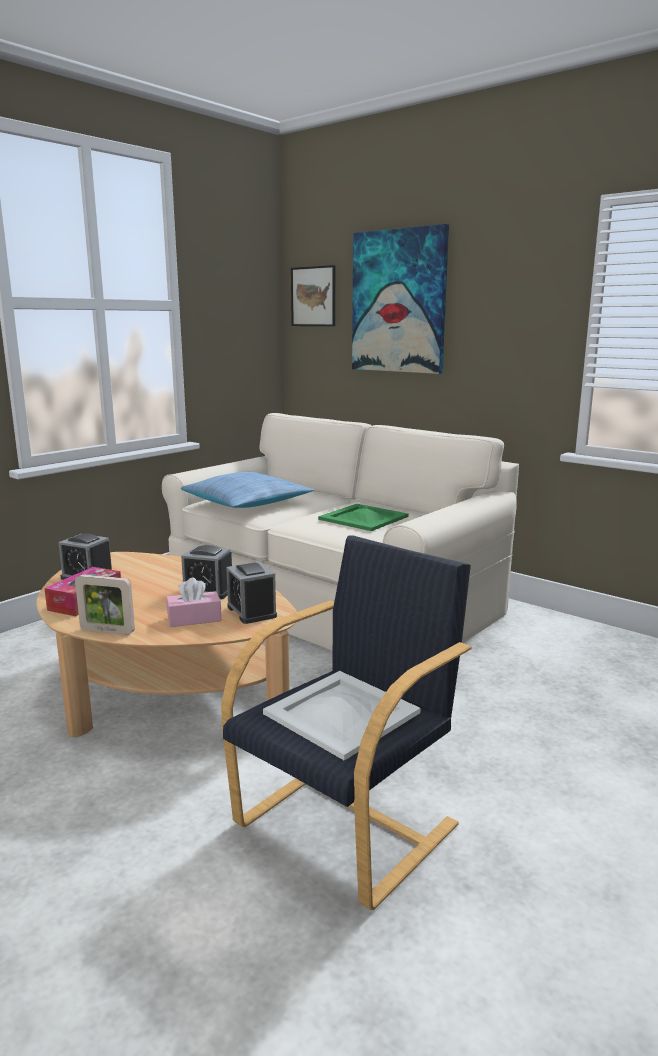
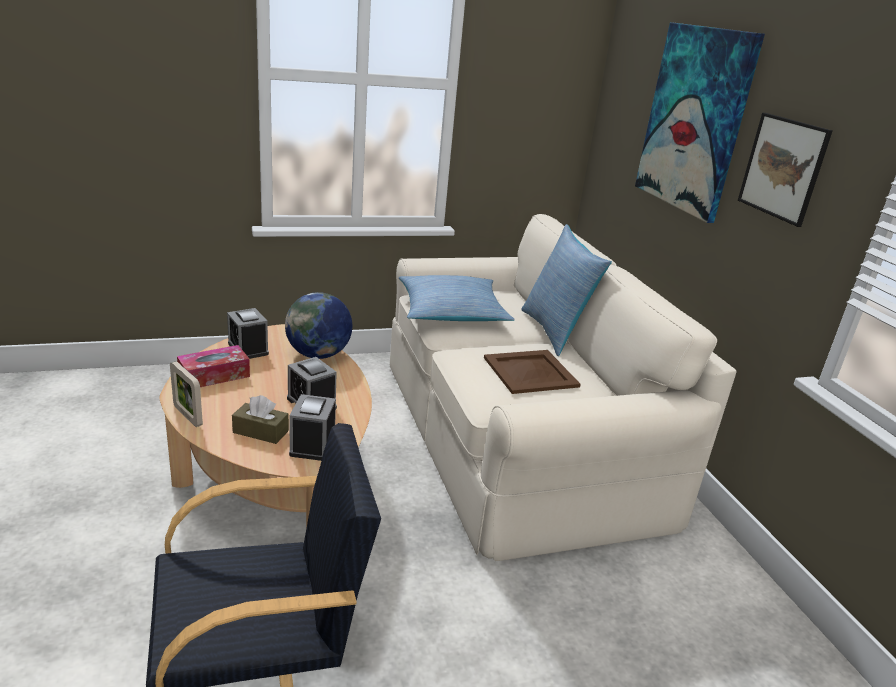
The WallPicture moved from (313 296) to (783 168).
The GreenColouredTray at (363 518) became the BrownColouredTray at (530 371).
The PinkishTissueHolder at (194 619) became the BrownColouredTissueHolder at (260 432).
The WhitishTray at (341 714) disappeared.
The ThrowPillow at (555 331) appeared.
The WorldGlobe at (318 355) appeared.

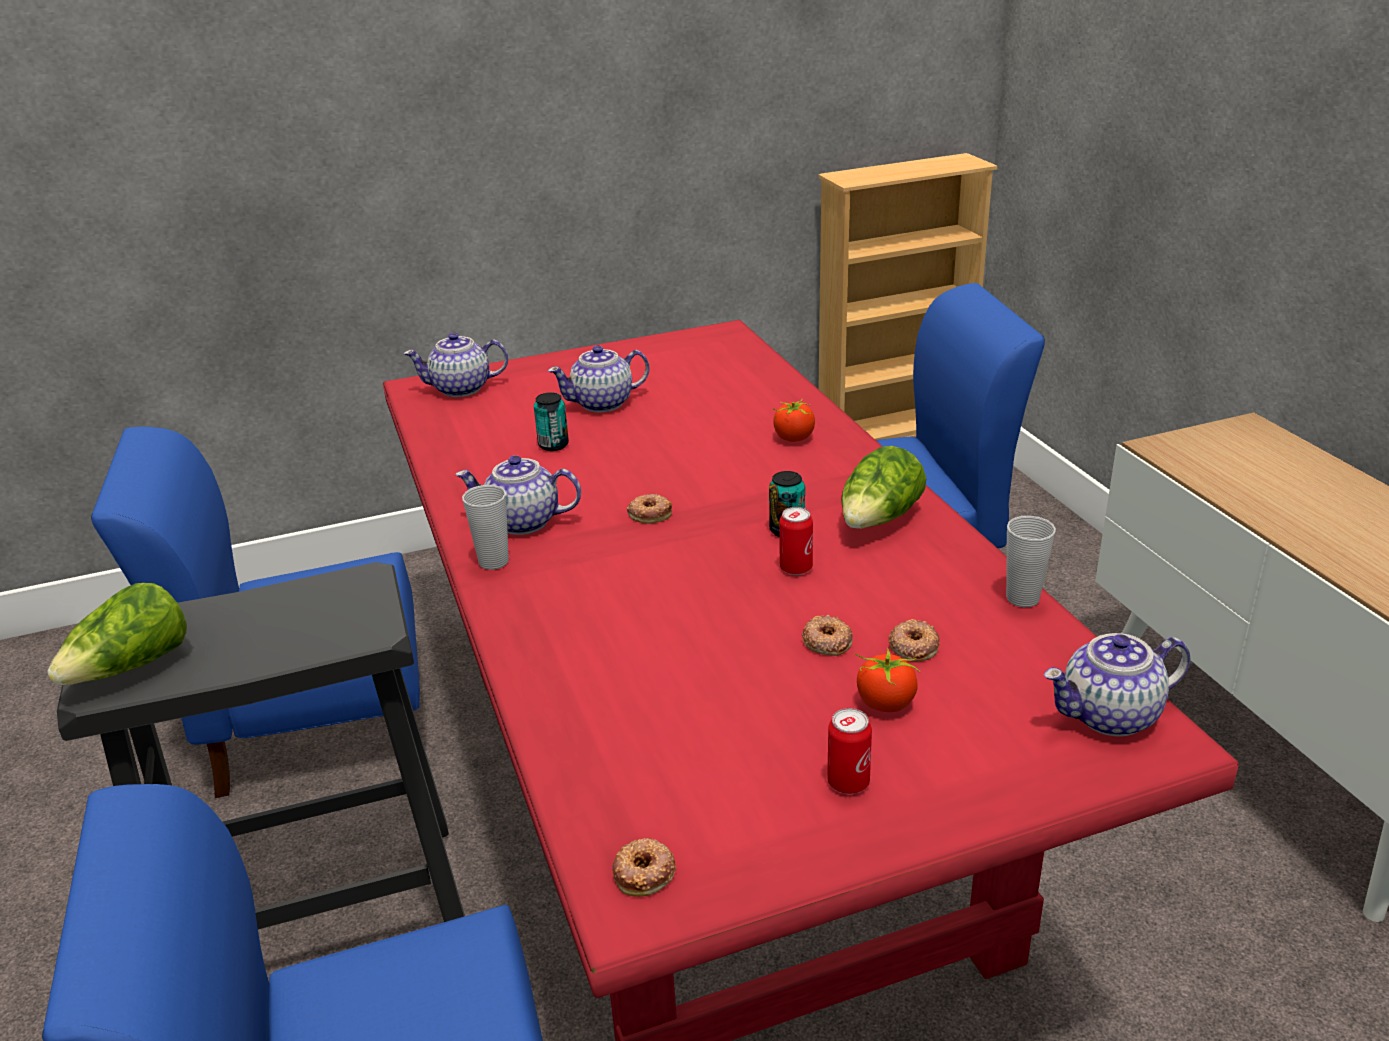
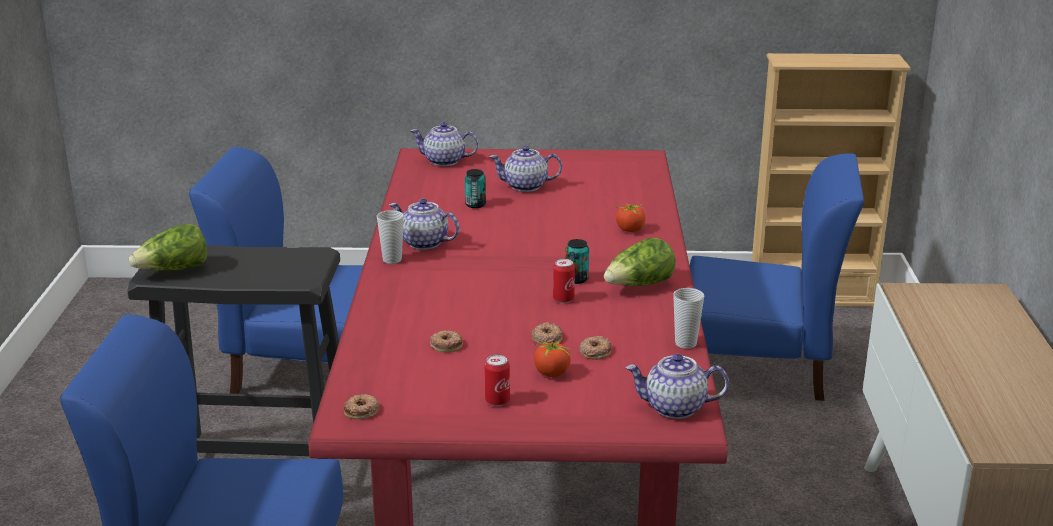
The Donut moved from (650 513) to (446 344).

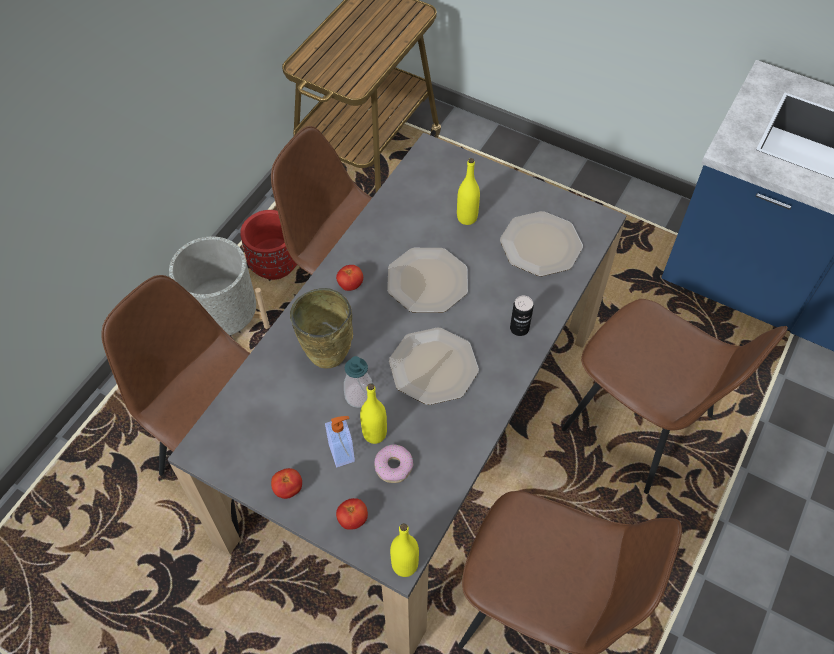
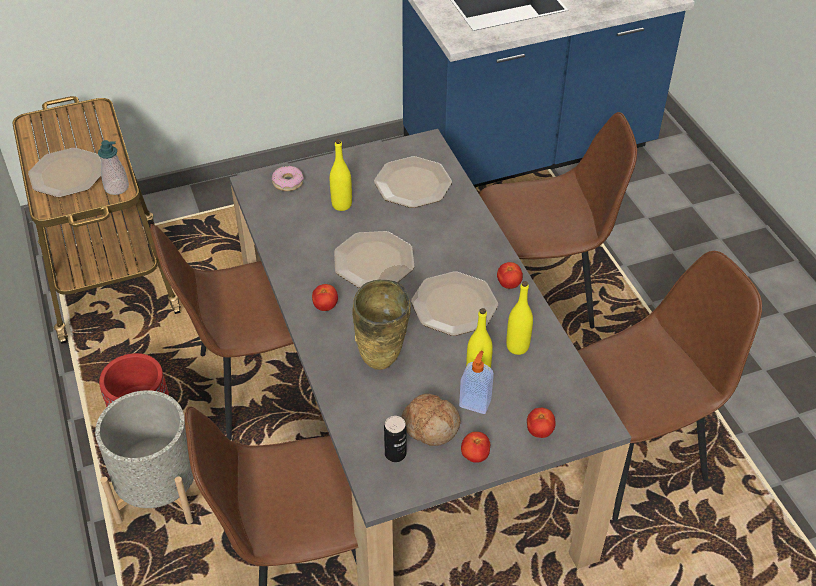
The MetalCan moved from (519 328) to (395 454).
The SoapBottle moved from (359 395) to (116 187).
The Donut moved from (393 466) to (288 182).
The YellowColouredBeverageBottle moved from (405 565) to (517 347).
The DinnerPlate at (67 174) appeared.
The WholeTomato at (509 284) appeared.
The BakedBread at (431 425) appeared.

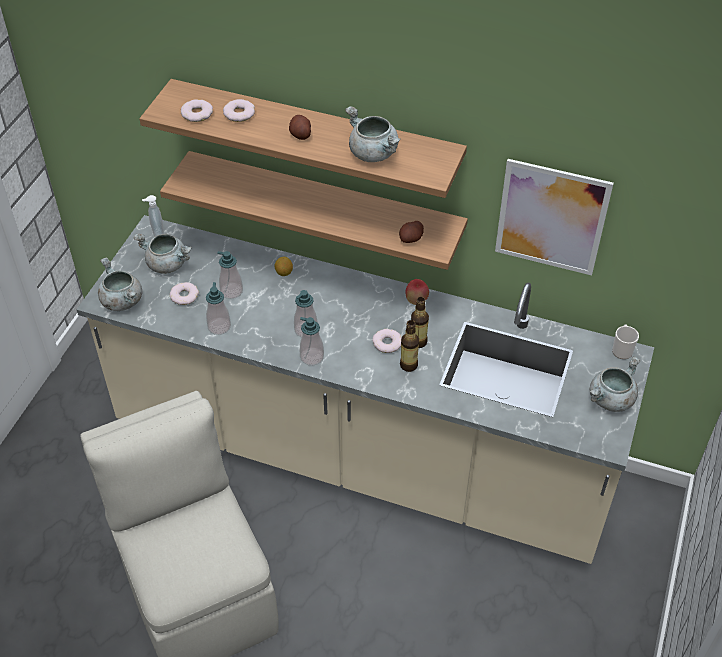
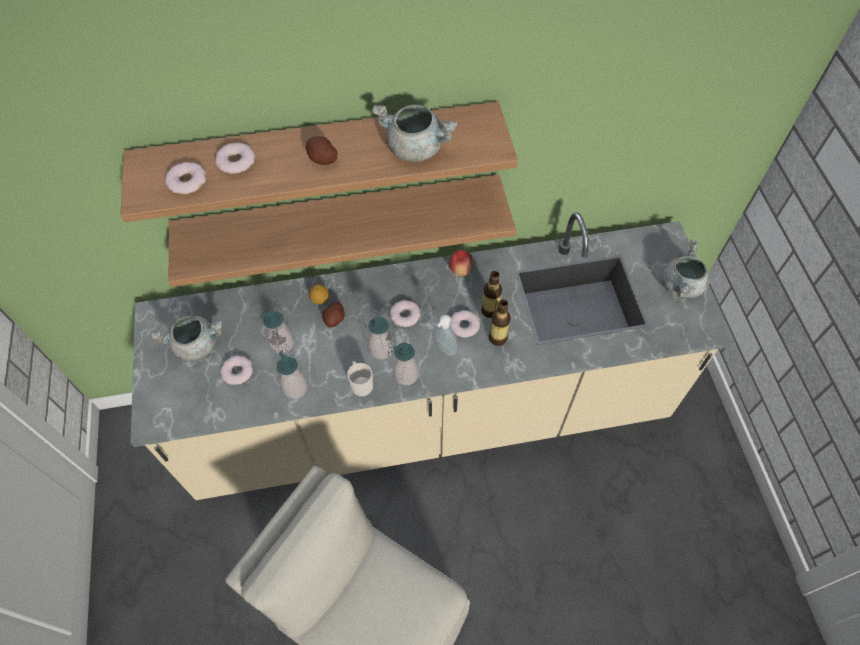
The WallPicture at (551 217) disappeared.
The SoapBottle moved from (157 234) to (443 349).
The Potato moved from (411 238) to (334 319).
The GreyCookingPot at (122 301) disappeared.
The CoffeeMug moved from (622 349) to (361 384).
The Donut at (405 315) appeared.

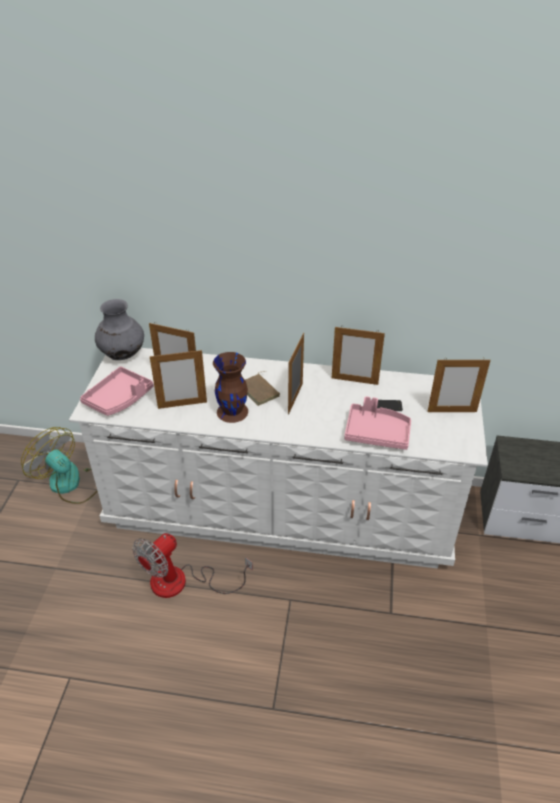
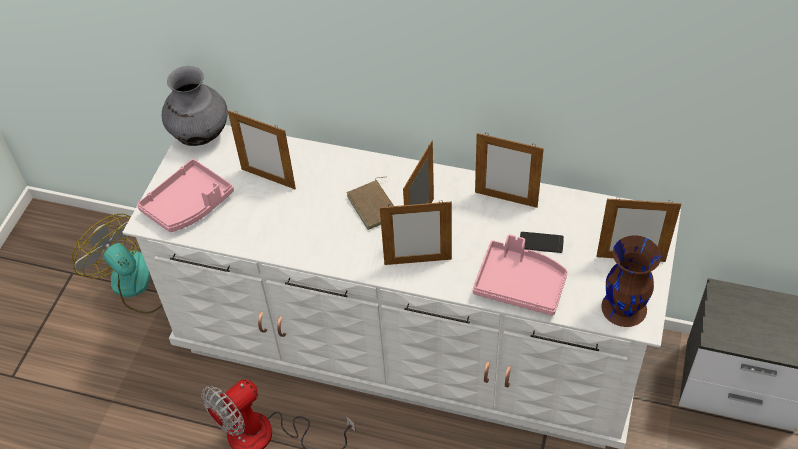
The StandingFrame moved from (182 405) to (418 261).
The BrownColouredVase moved from (232 411) to (624 307).

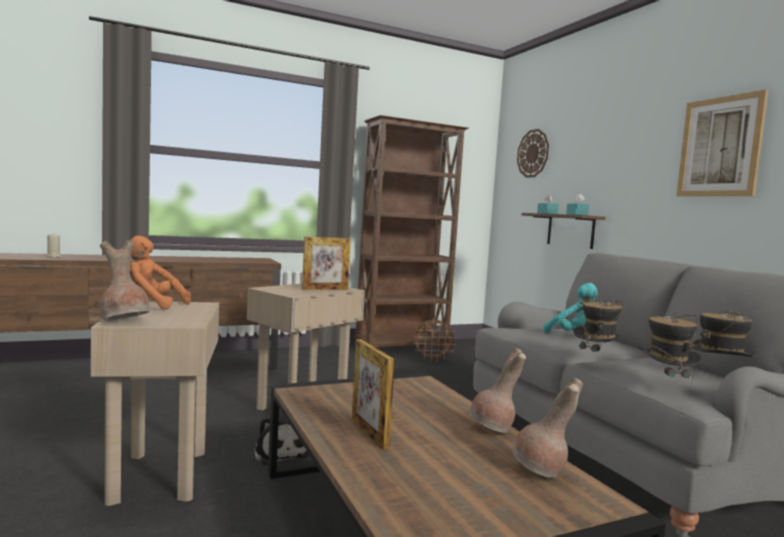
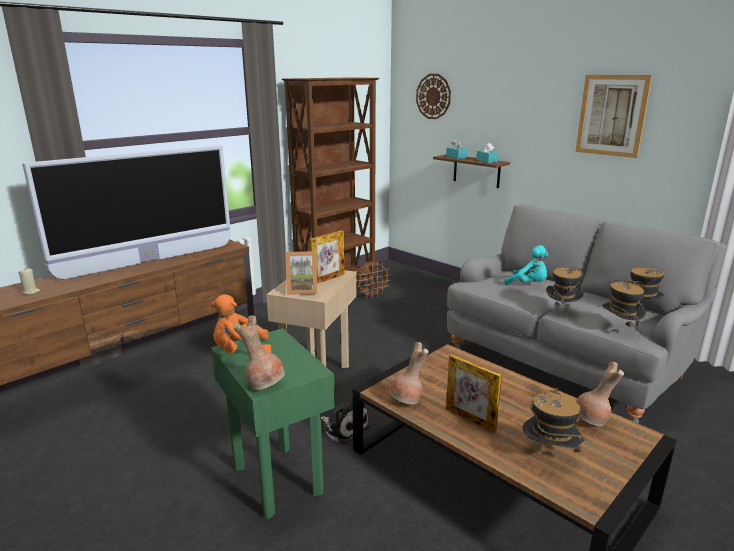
The SandColouredEndTable at (161 476) became the GreenColouredEndTable at (278 479).
The BrownColouredVase moved from (492 430) to (407 400).
The Television at (149 261) appeared.
The StandingFrame at (302 290) appeared.
The Hat at (549 455) appeared.

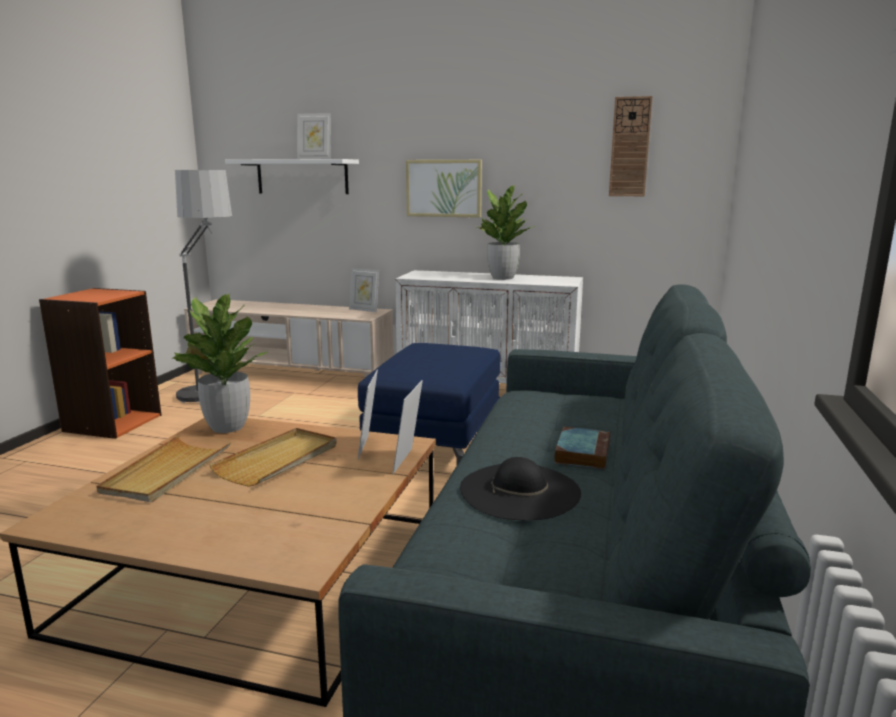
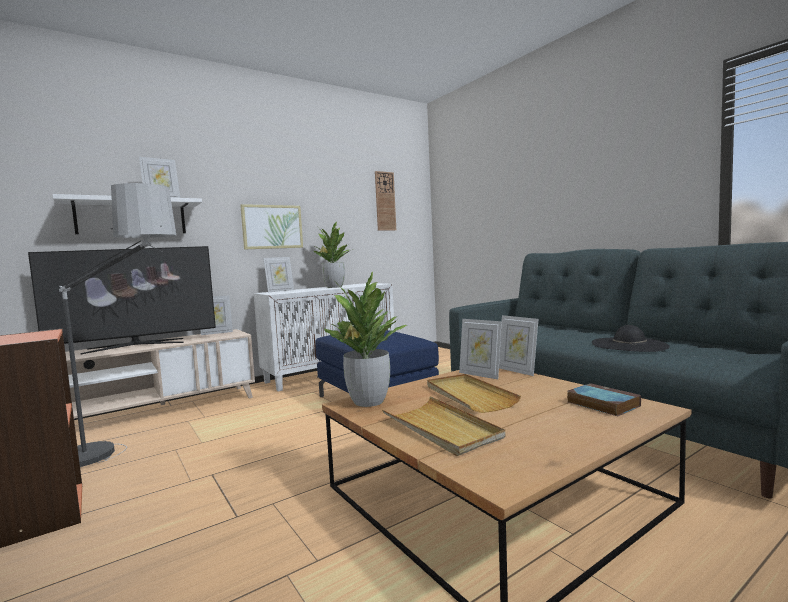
The Volume moved from (582 452) to (601 404).
The Television at (135 346) appeared.
The StandingFrame at (280 291) appeared.

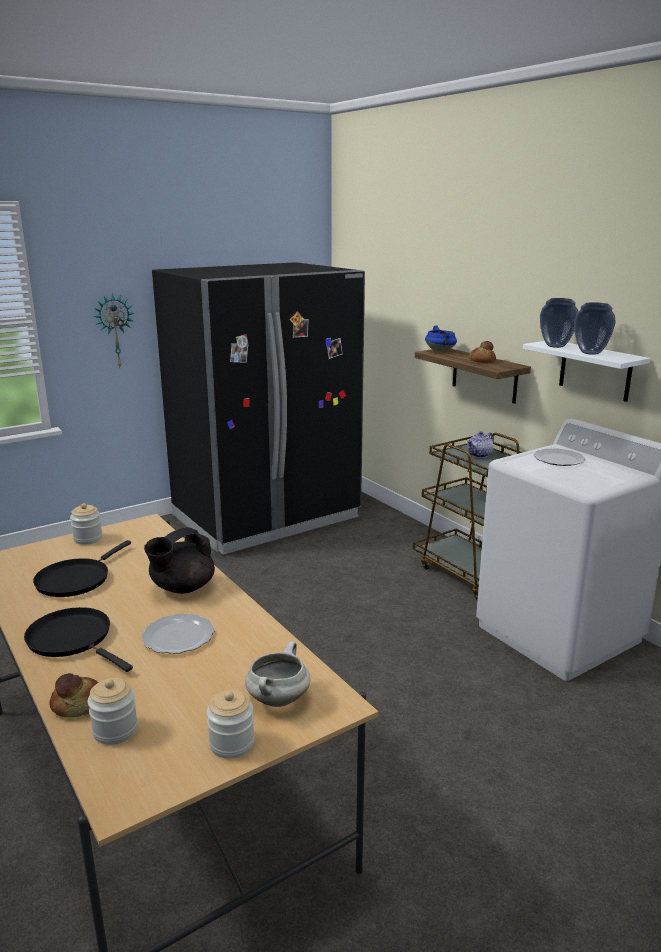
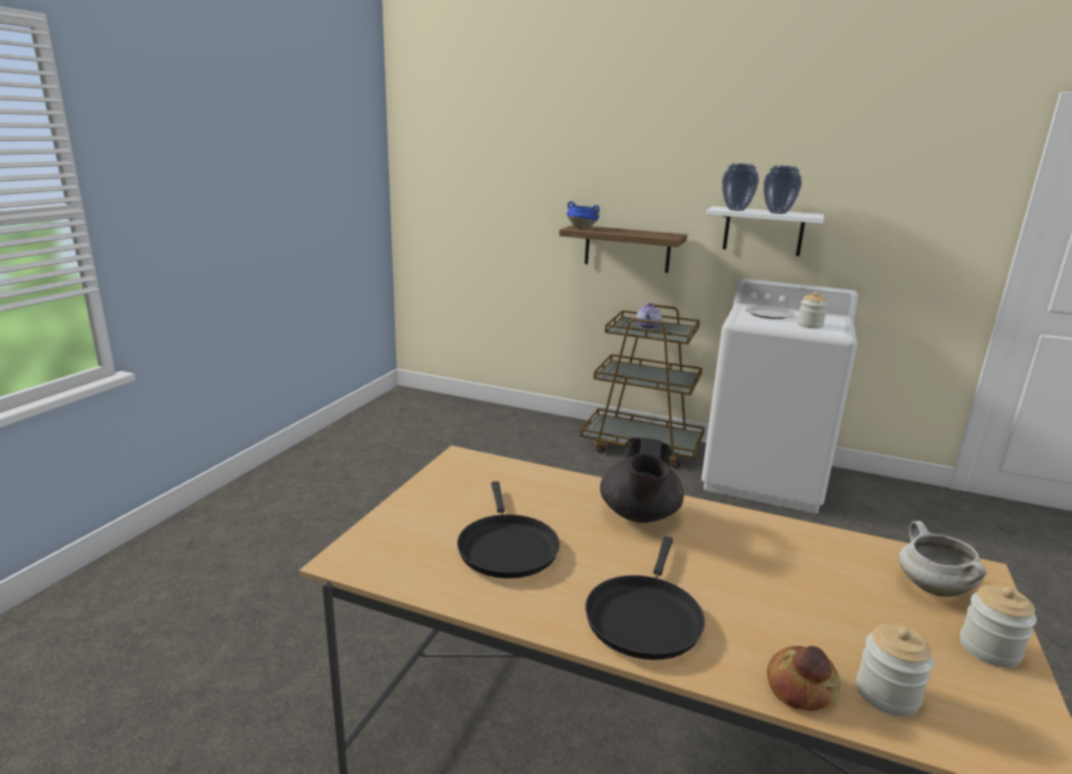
The BlackColouredKitchenFridge at (266 517) disappeared.
The WallClock at (114 331) disappeared.
The BakedBread at (482 361) disappeared.
The Jar moved from (88 539) to (810 325).
The BlackColouredSkillet at (73 639) turned 75 degrees counterclockwise.
The DinnerPlate at (177 637) disappeared.

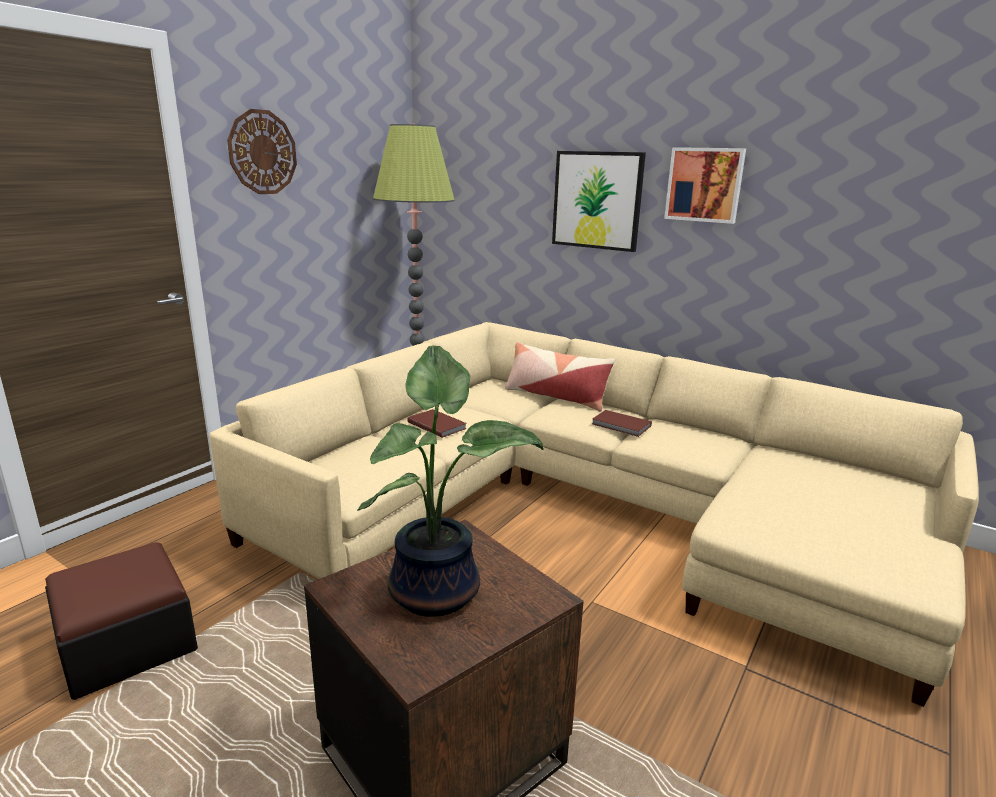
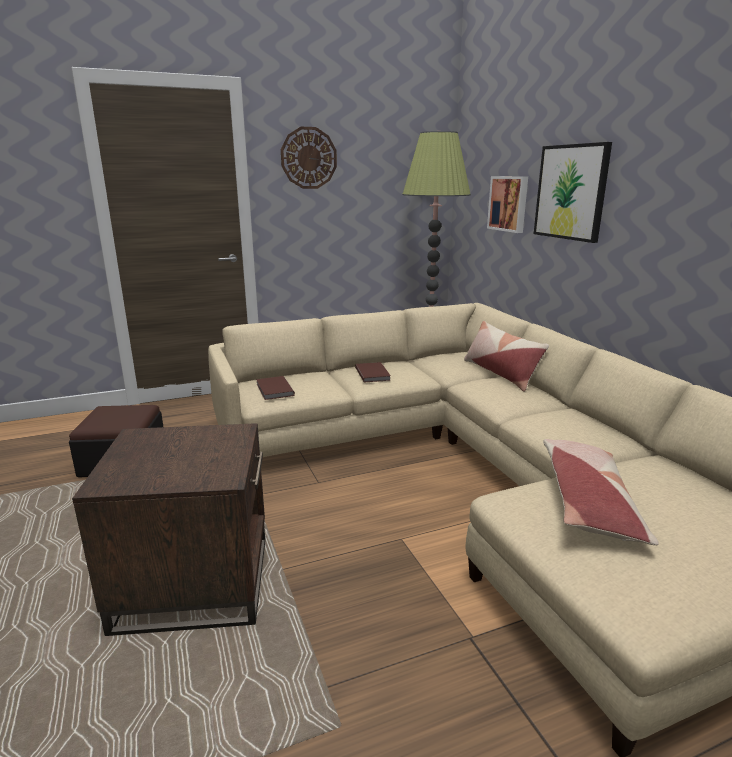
The WallPicture moved from (704 185) to (509 203).
The PottedPlant at (439 589) disappeared.
The BrownColouredVolume moved from (621 425) to (274 390).
The ThrowPillow at (588 501) appeared.

